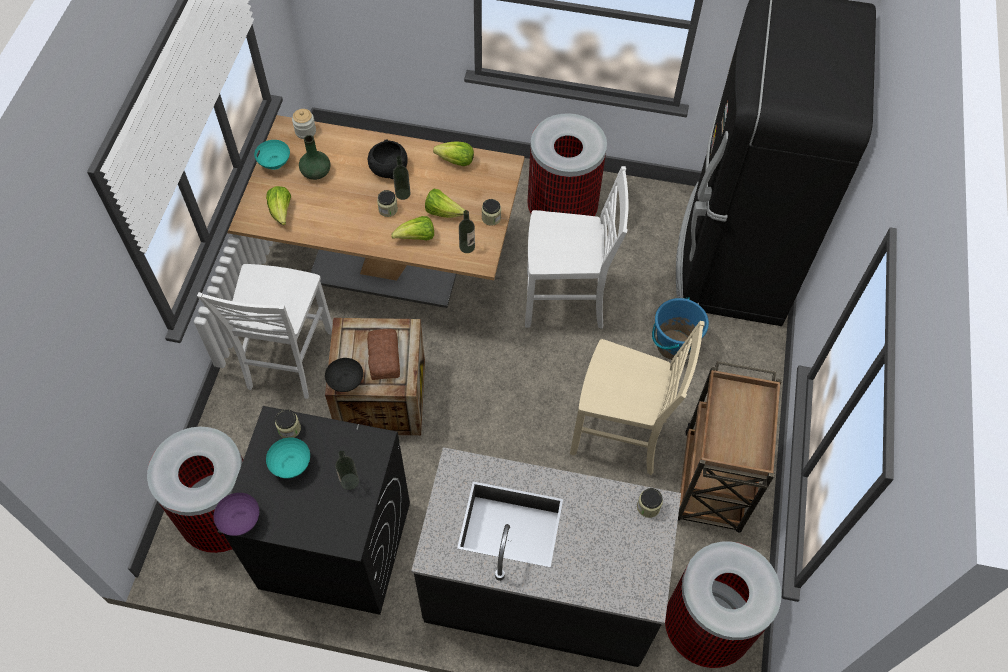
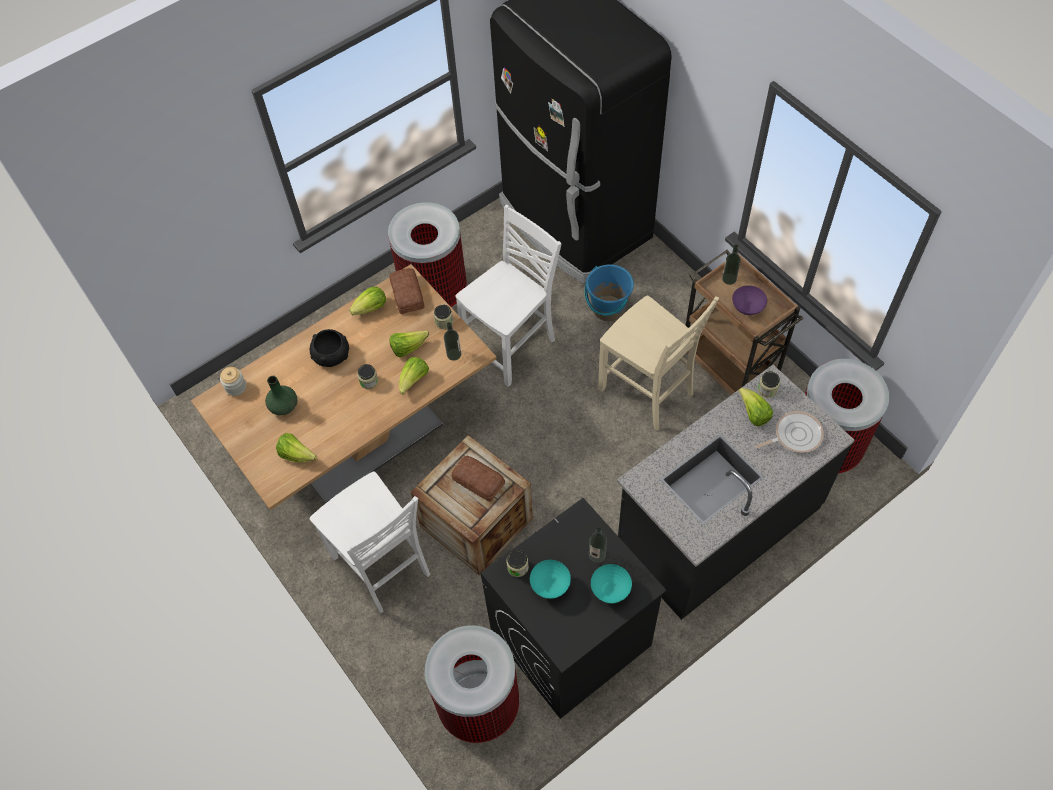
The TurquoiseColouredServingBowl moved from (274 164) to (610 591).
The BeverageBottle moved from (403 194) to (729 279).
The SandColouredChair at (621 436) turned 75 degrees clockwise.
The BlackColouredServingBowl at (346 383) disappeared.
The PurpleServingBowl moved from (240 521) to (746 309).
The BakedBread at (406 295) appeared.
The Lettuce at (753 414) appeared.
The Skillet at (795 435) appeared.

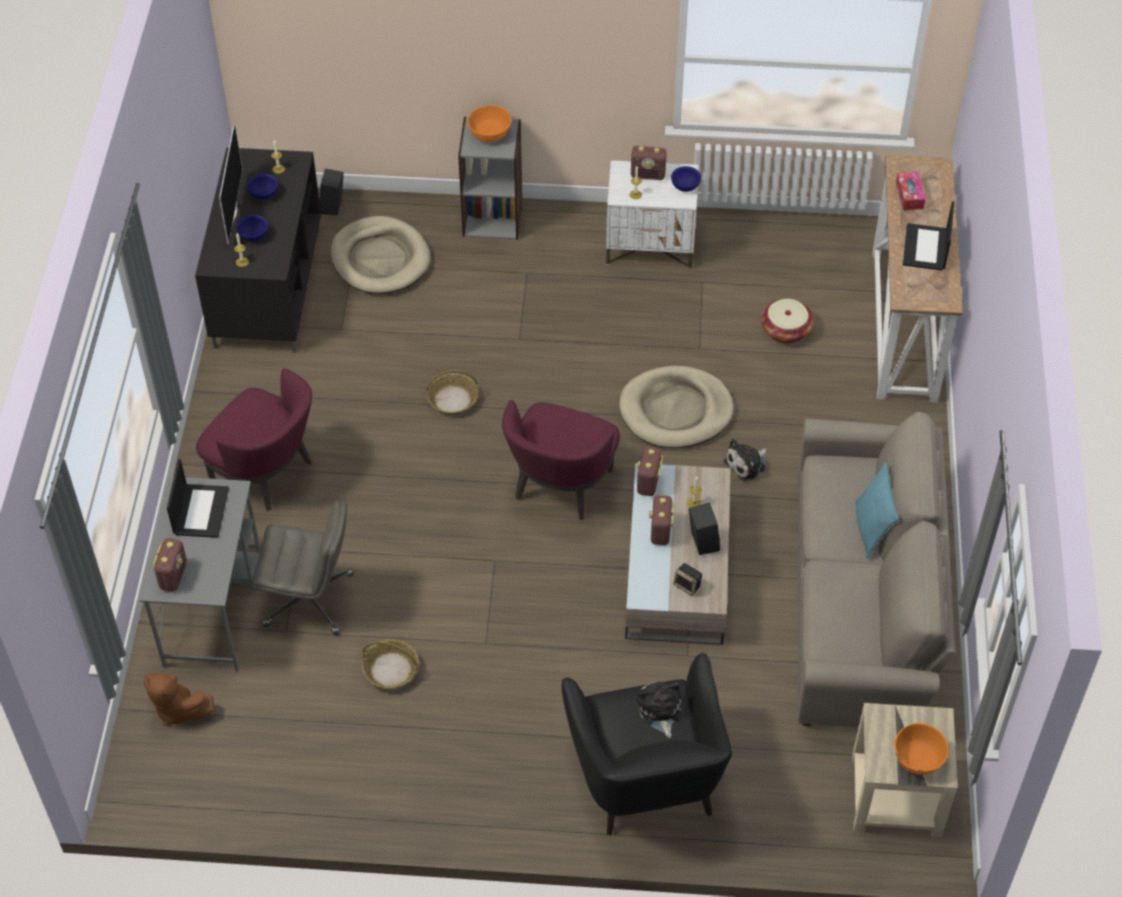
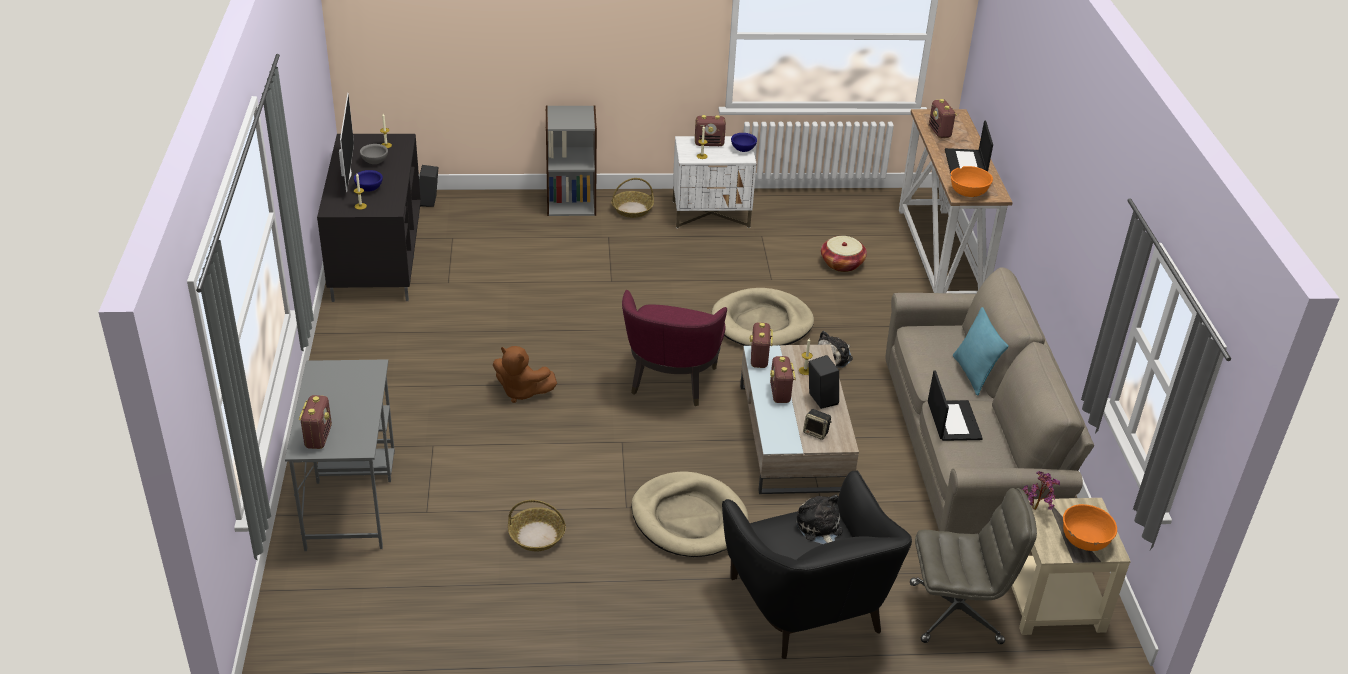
The OrangeColouredServingBowl moved from (489 134) to (968 193).
The TissueHolder at (909 195) was replaced by the Radio at (940 132).
The BlueColouredServingBowl at (264 194) became the GreyServingBowl at (375 162).
The SandColouredDogBed moved from (380 259) to (689 518).
The PurpleEasyChair at (266 473) disappeared.
The StorageBasket moved from (453 399) to (632 209).
The PortableComputer moved from (200 510) to (953 420).
The GreyComputerChair moved from (310 599) to (957 613).
The BrownColouredCuddlyToy moved from (178 709) to (521 391).
The PottedPlant at (1037 509) appeared.

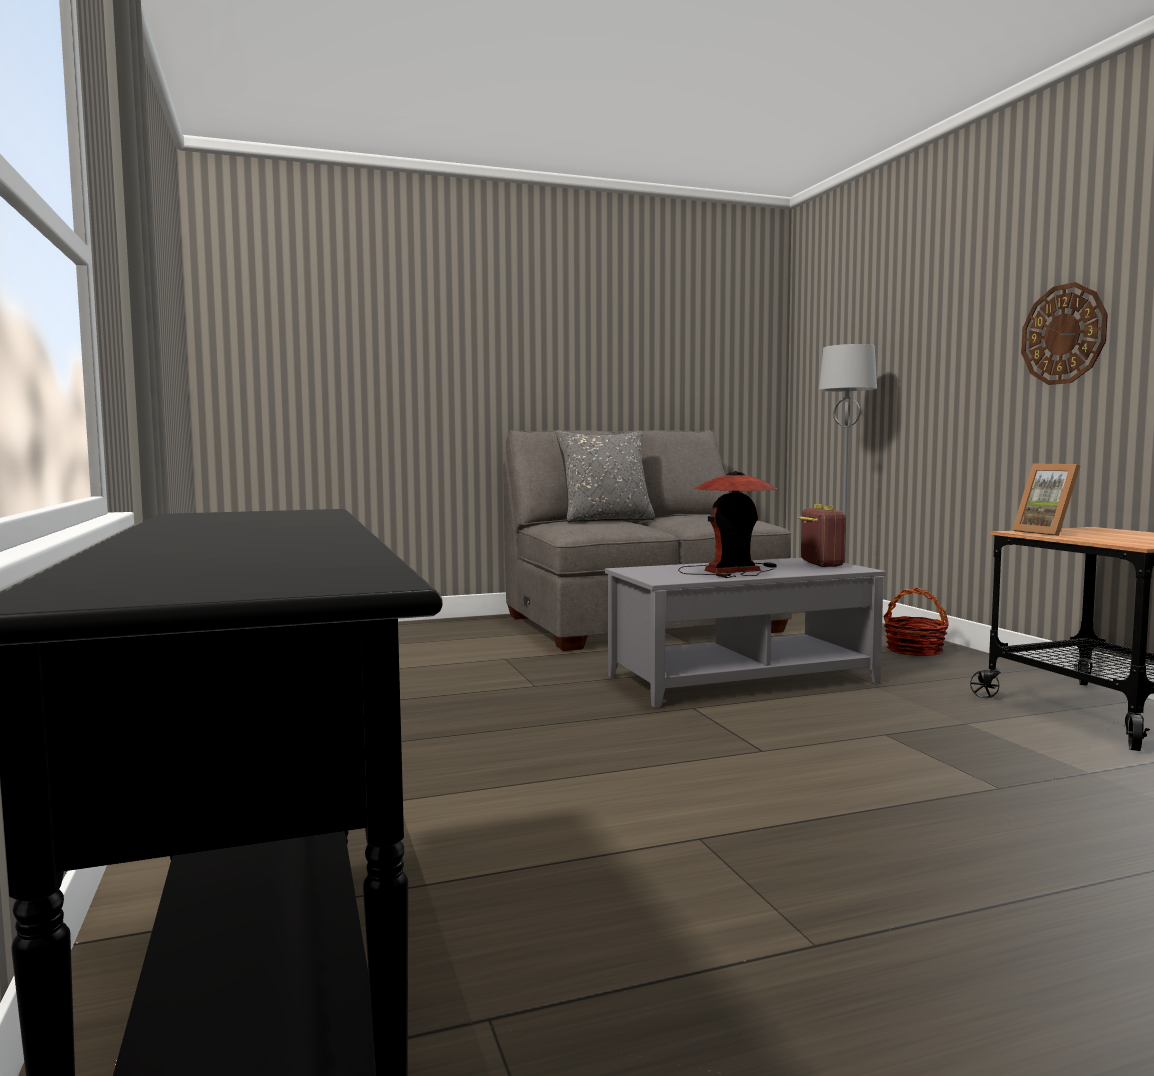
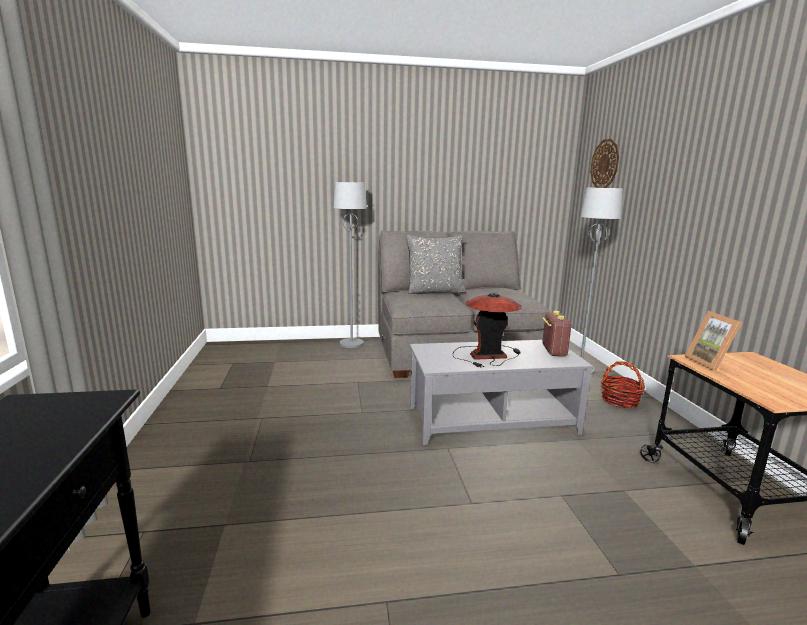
The WallClock moved from (1063 334) to (605 164).
The GreyFloorLamp at (351 344) appeared.

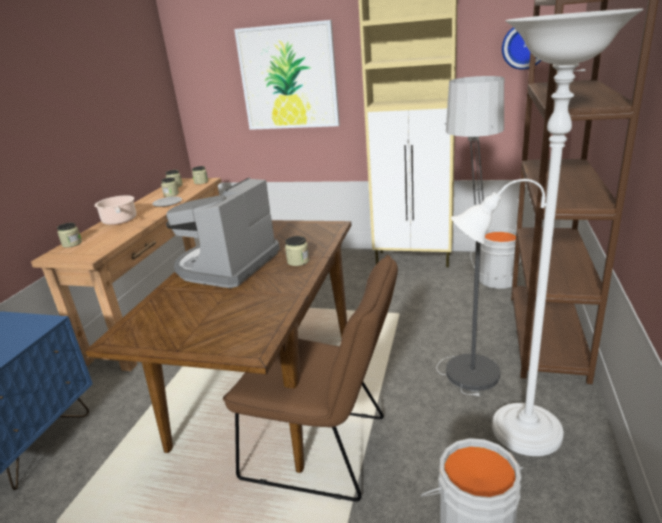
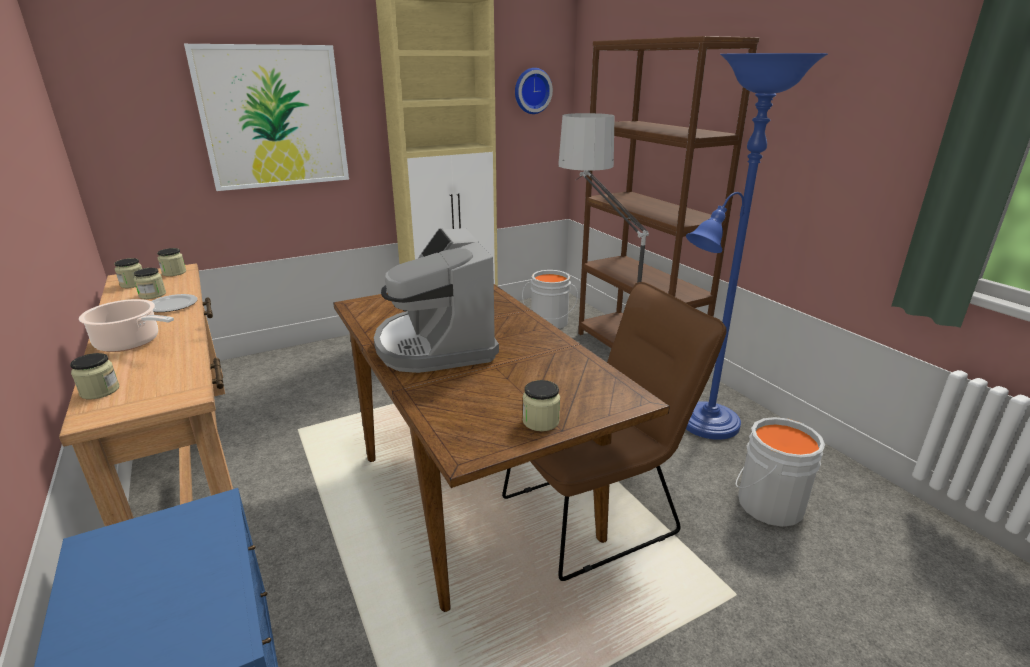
The WhitishFloorLamp at (517 431) became the BlueColouredFloorLamp at (704 425).
The Jar moved from (298 261) to (540 421).

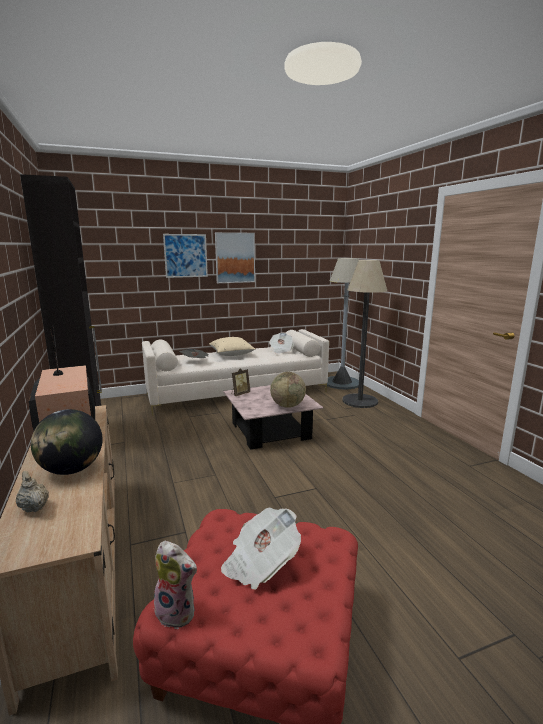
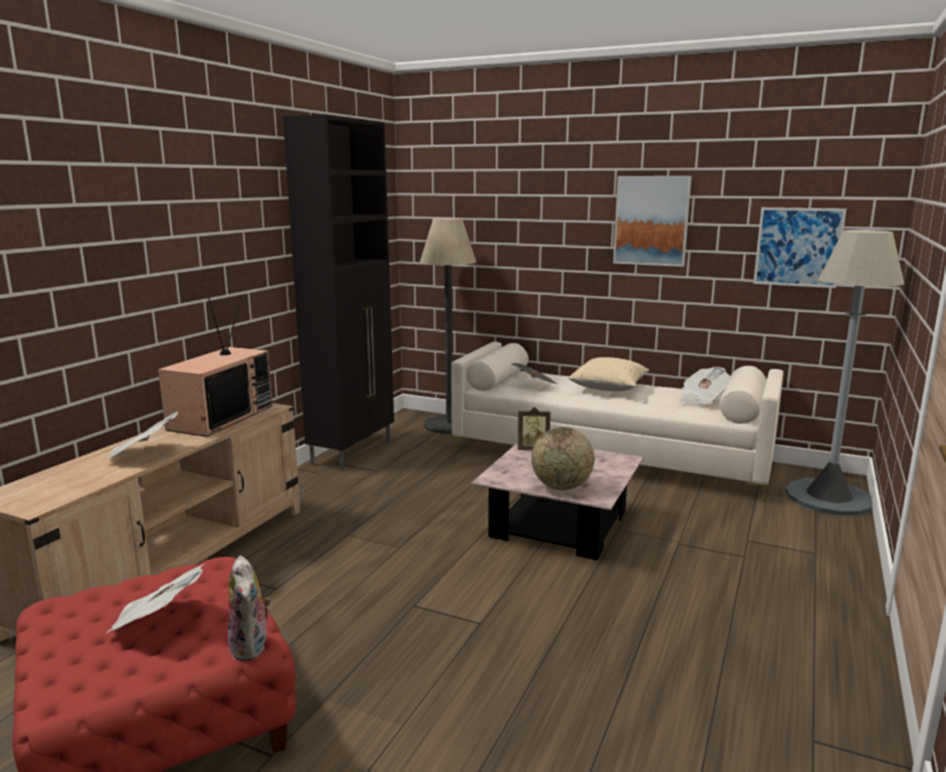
The WallPicture moved from (185 255) to (798 247).
The FloorLamp moved from (360 401) to (449 425).
The WorldGlobe at (71 470) was replaced by the PrintedPaper at (143 454).
The SandColouredPotForTea at (34 507) disappeared.
The CuddlyToy moved from (178 612) to (252 647).

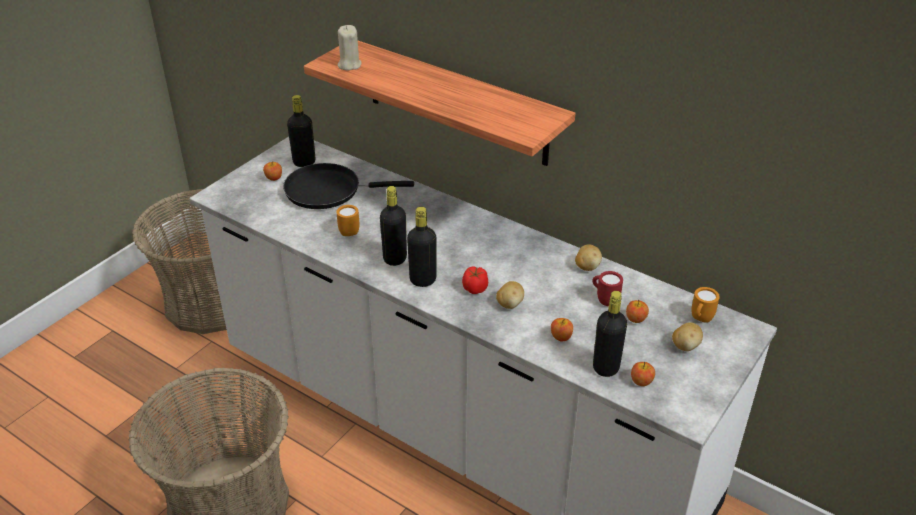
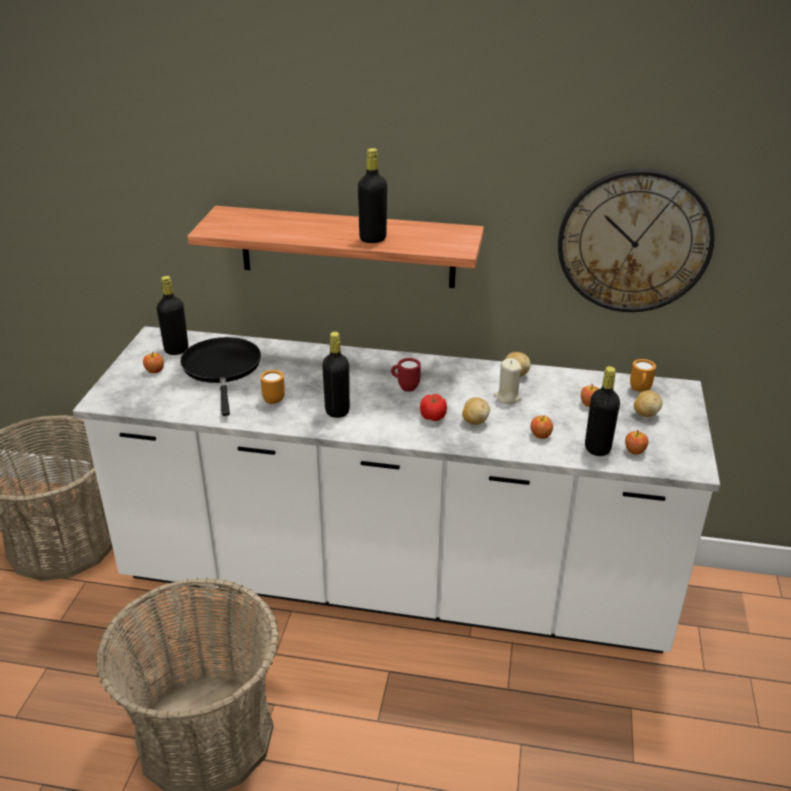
The SandColouredCandle moved from (349 65) to (507 397).
The BlackColouredSkillet at (328 190) turned 105 degrees clockwise.
The BlackColouredBeverageBottle moved from (423 280) to (372 239).
The RedCoffeeMug moved from (604 300) to (405 387).
The WallClock at (634 241) appeared.

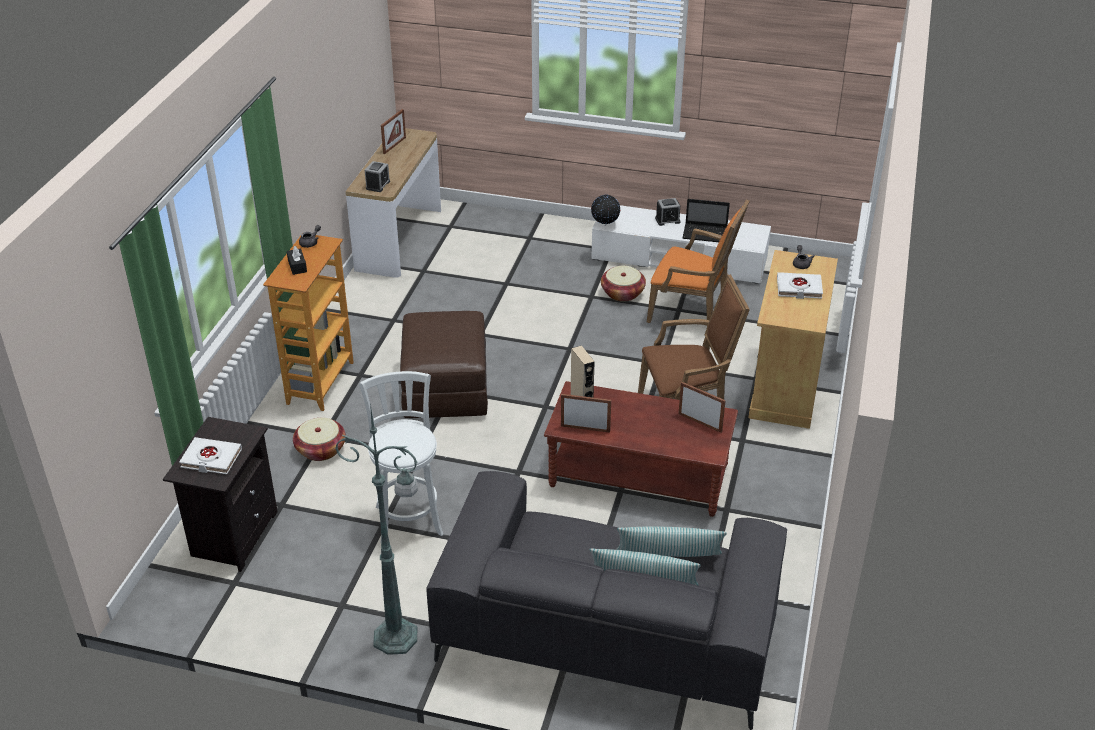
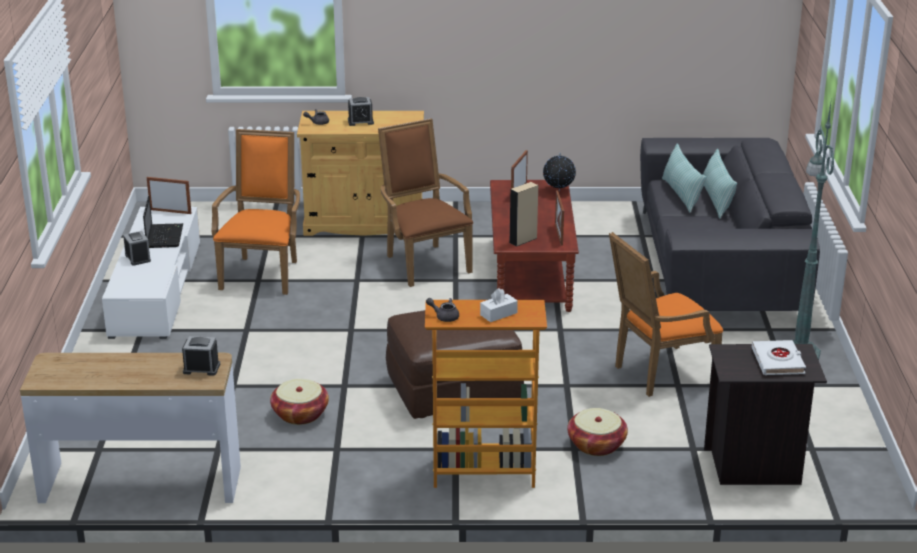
The StandingFrame moved from (394 145) to (170 211).
The WorldGlobe moved from (605 225) to (558 191).
The BlackColouredTissueHolder at (297 266) became the WhitishTissueHolder at (498 314).
The StorageBasket moved from (622 293) to (300 414).
The WhitishVolume at (799 288) was replaced by the TableClock at (360 121).
The WhitishSittingStool at (408 517) was replaced by the OrangeColouredEasyChair at (659 373).

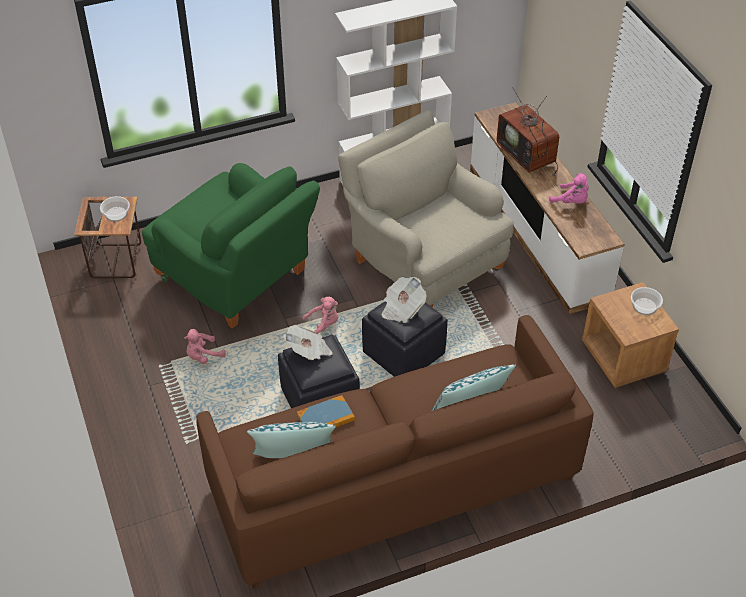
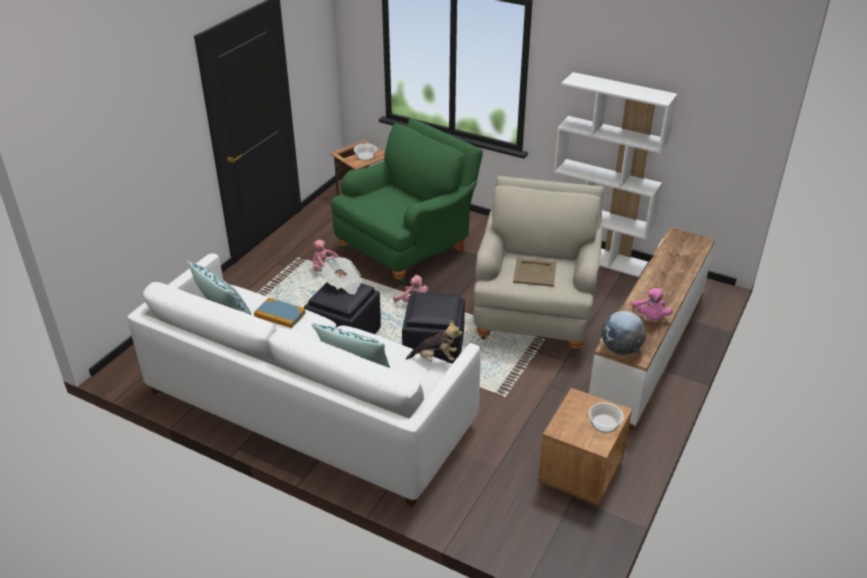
The Television at (528 156) disappeared.
The GreenColouredEasyChair at (237 279) turned 135 degrees counterclockwise.
The PrintedPaper at (402 308) disappeared.
The BrownColouredSettee at (392 481) became the WhitishSettee at (308 409).
The SandColouredTray at (534 273) appeared.
The WorldGlobe at (621 349) appeared.
The CuddlyToy at (435 358) appeared.

